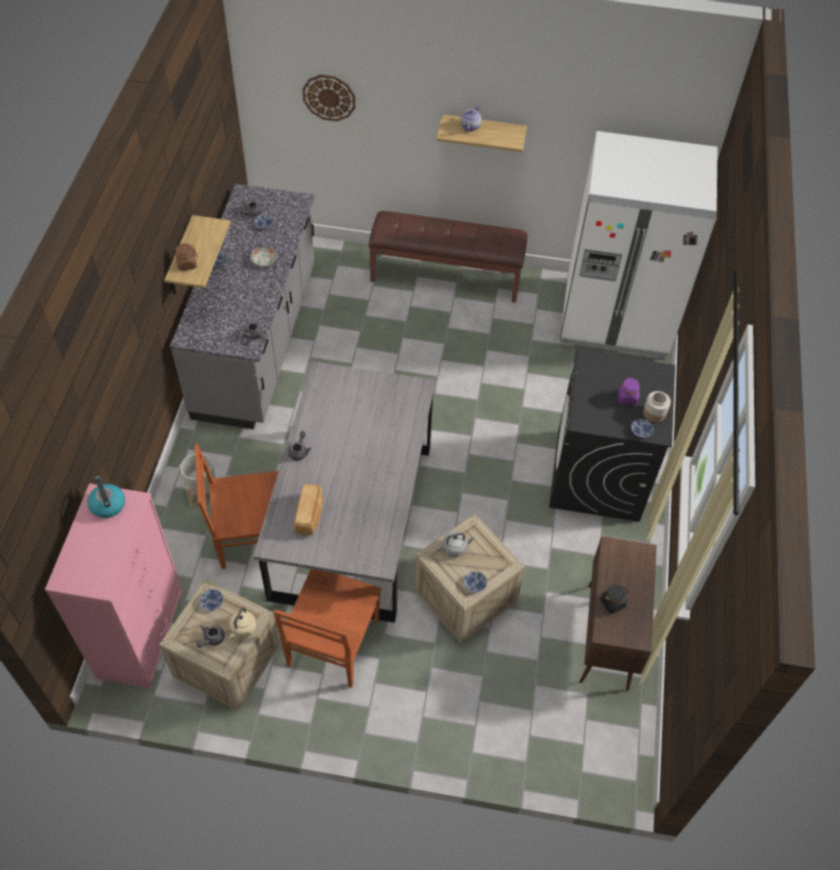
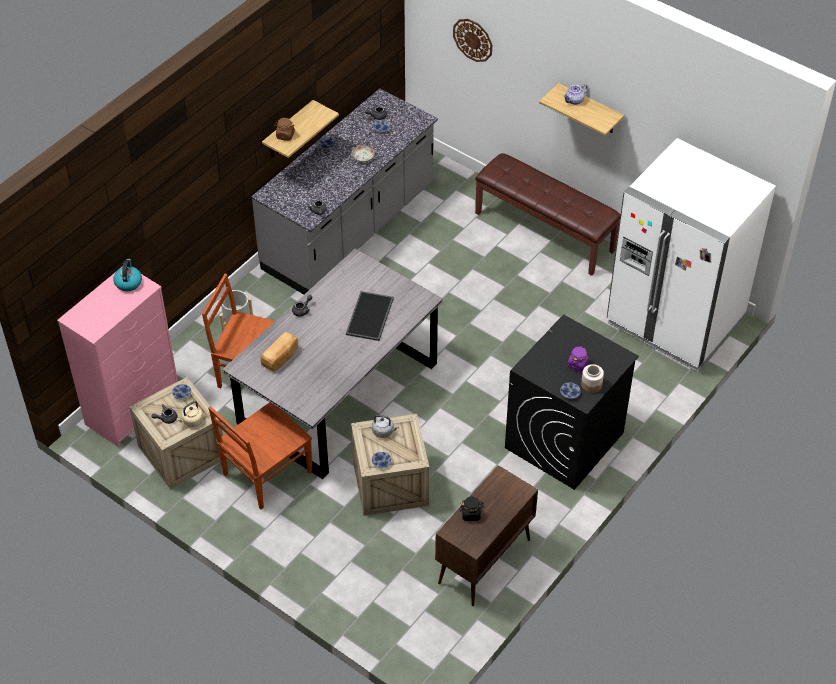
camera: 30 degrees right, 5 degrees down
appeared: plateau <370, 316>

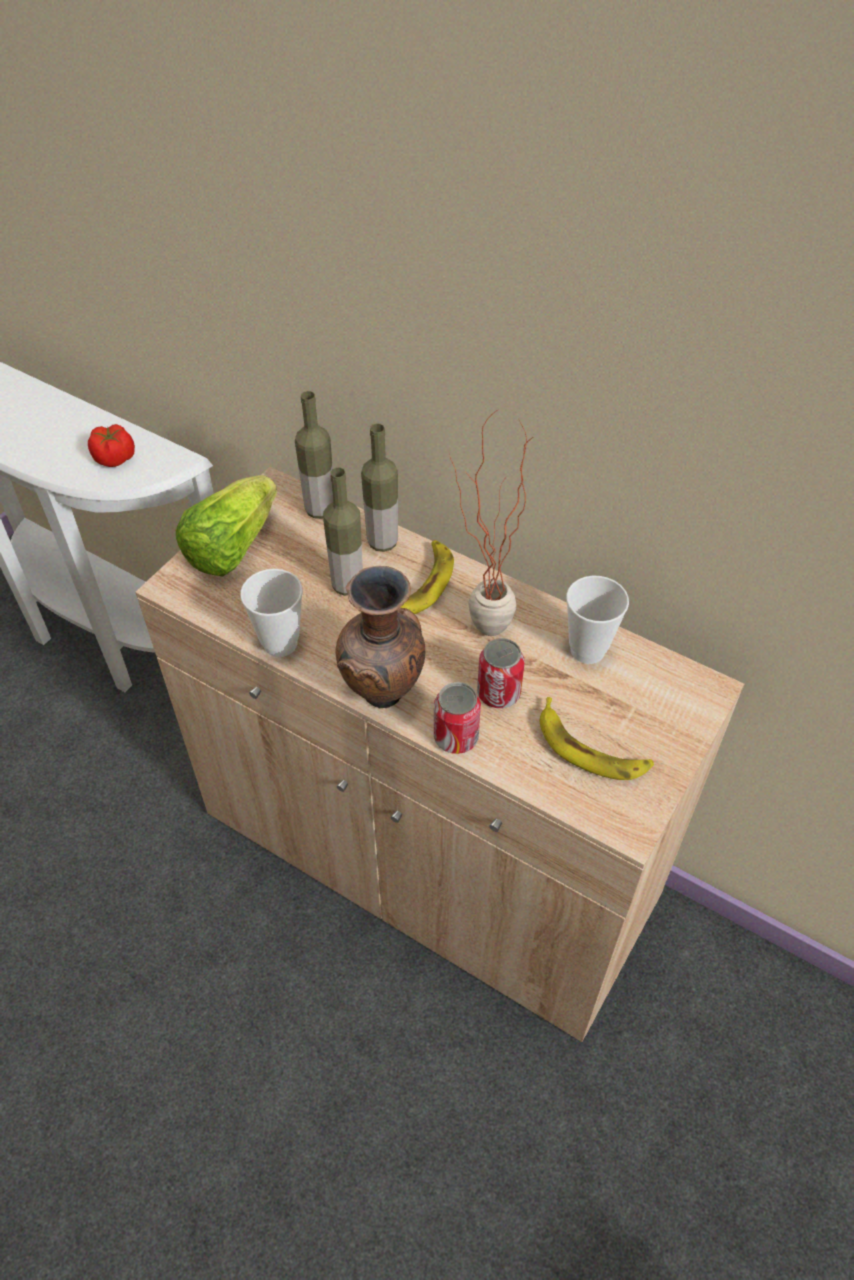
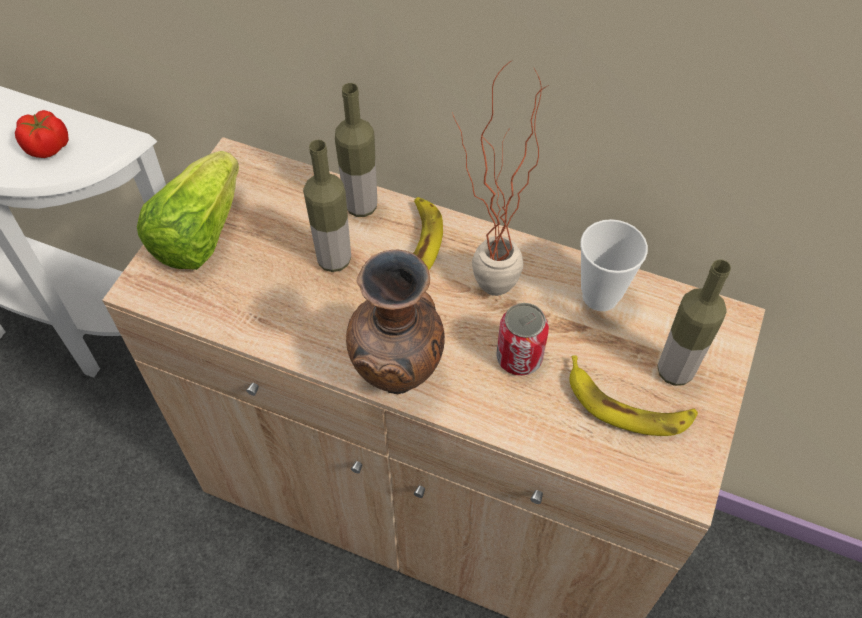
camera: 10 degrees left, 5 degrees up
missing: tasse <271, 613>; boîte métallique <457, 718>
relocated: bouteille <314, 455> to <694, 322>

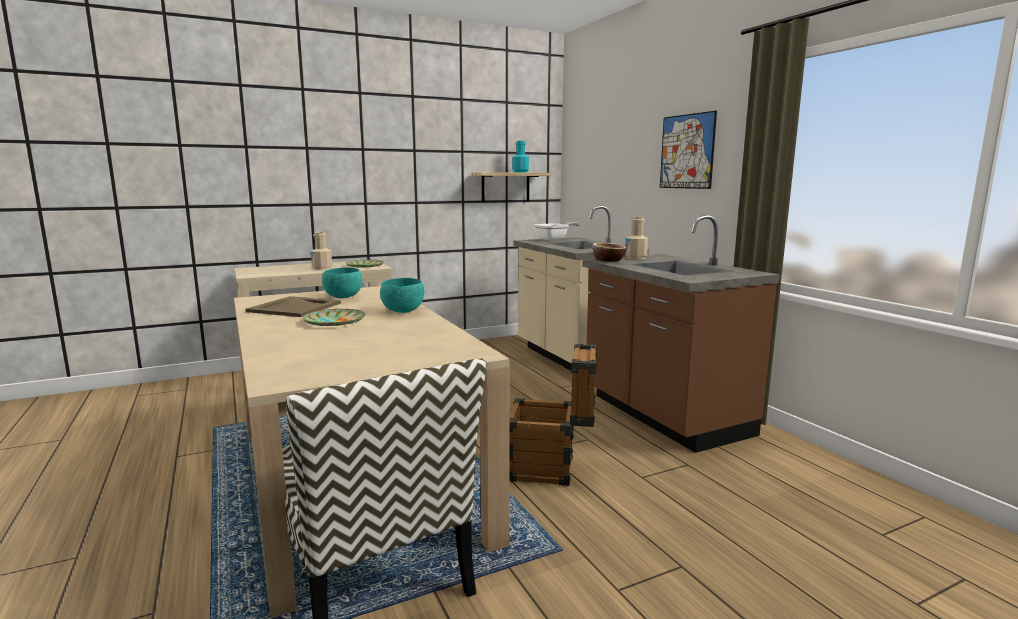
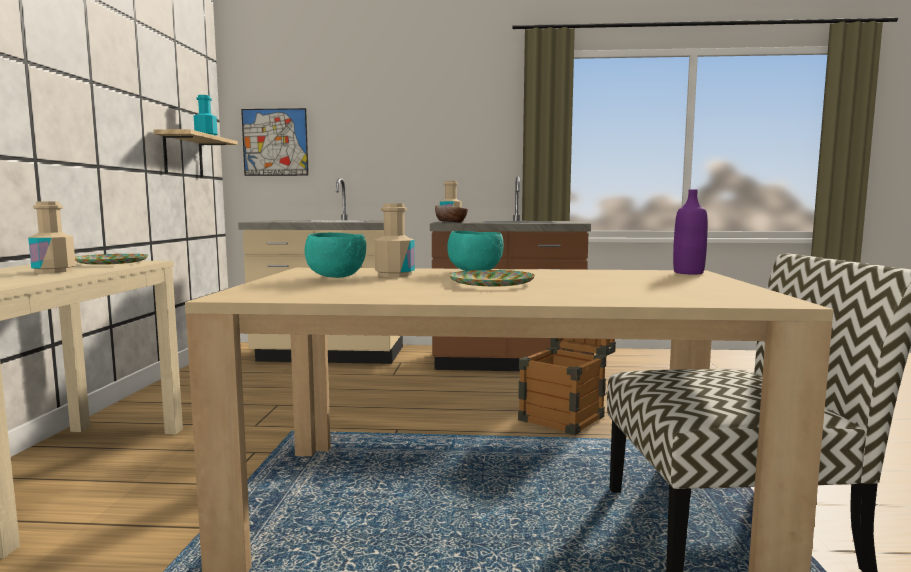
camera: 60 degrees left, 5 degrees down
missing: plateau/beige <293, 306>; poêle <557, 231>
appeared: bouteille/beige <395, 240>; bouteille/violet <690, 231>
relocated: tableau <688, 150> to <275, 142>

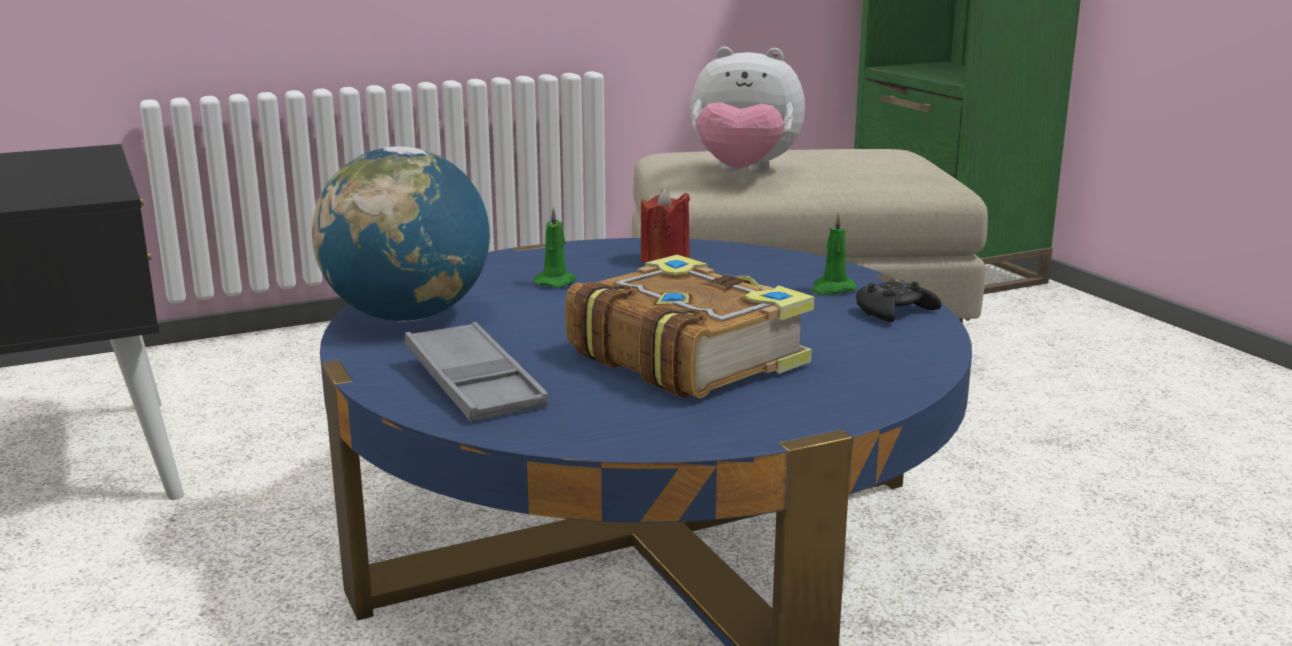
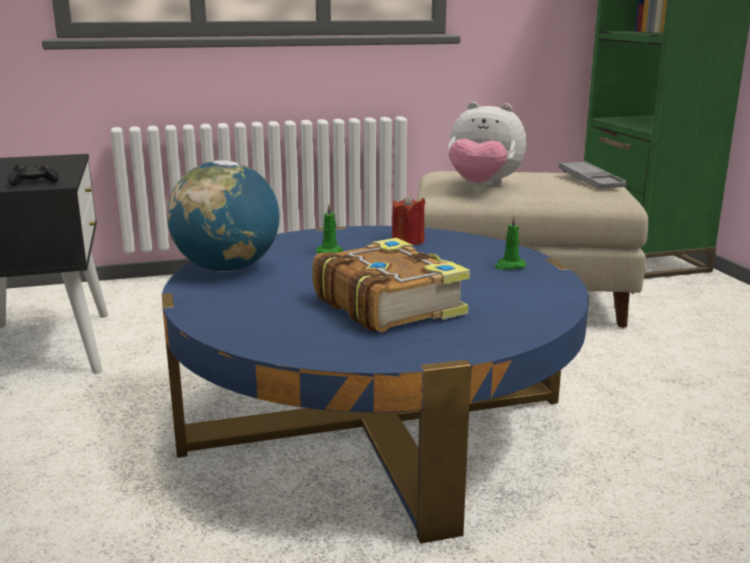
camera: 10 degrees right, 0 degrees up
relocated: plateau/gris <476, 371> to <592, 175>; manette/noir <899, 300> to <33, 175>

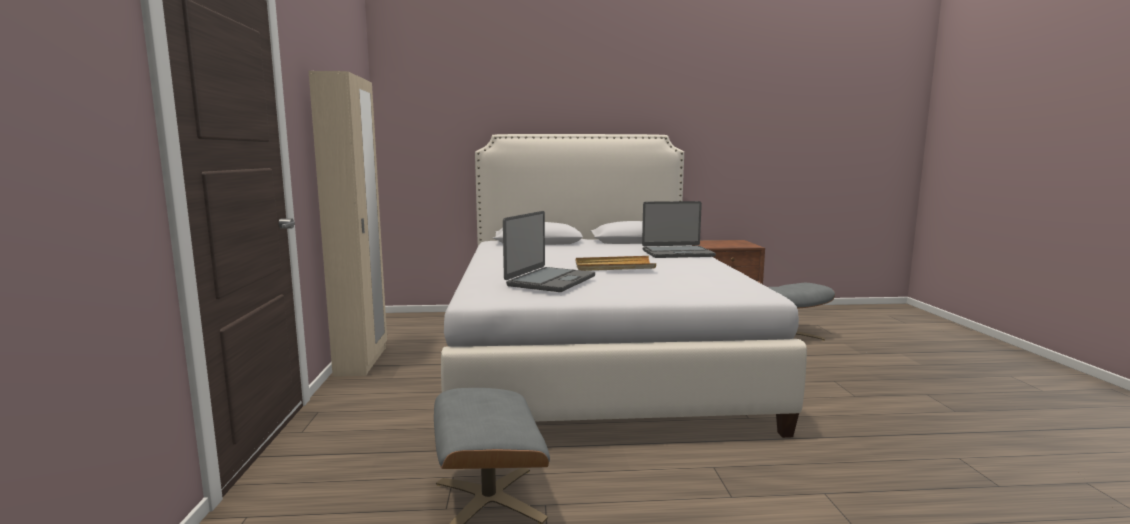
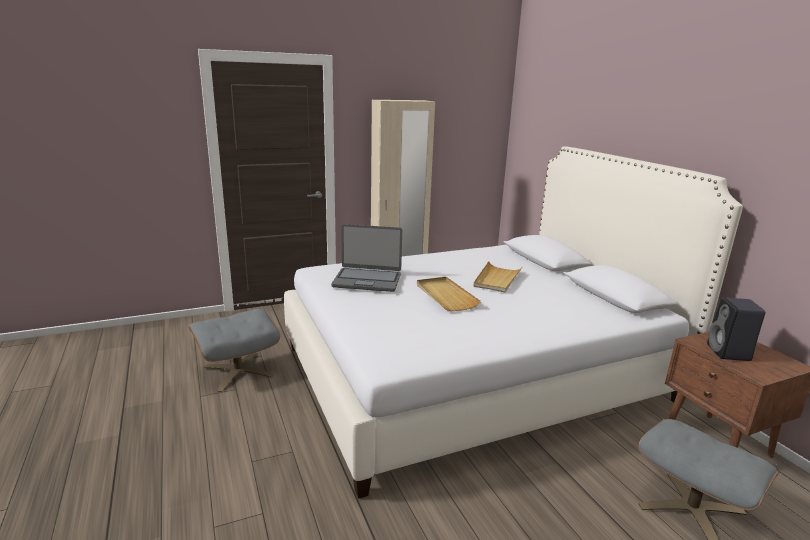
camera: 70 degrees right, 10 degrees up
missing: ordinateur portable <679, 229>
appeared: plateau/beige <498, 277>; enceinte/noir <736, 329>

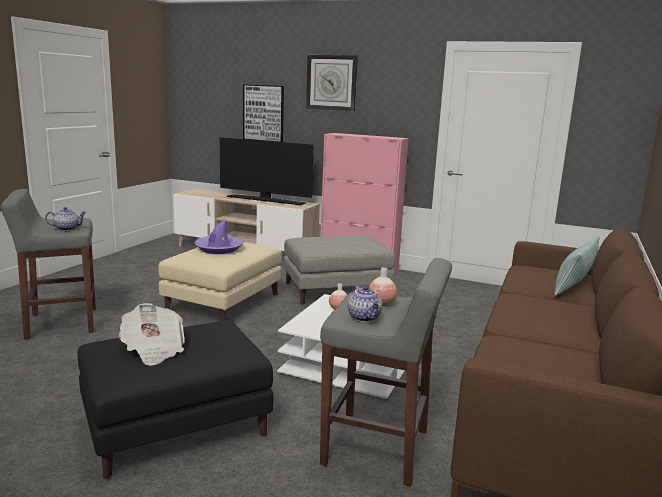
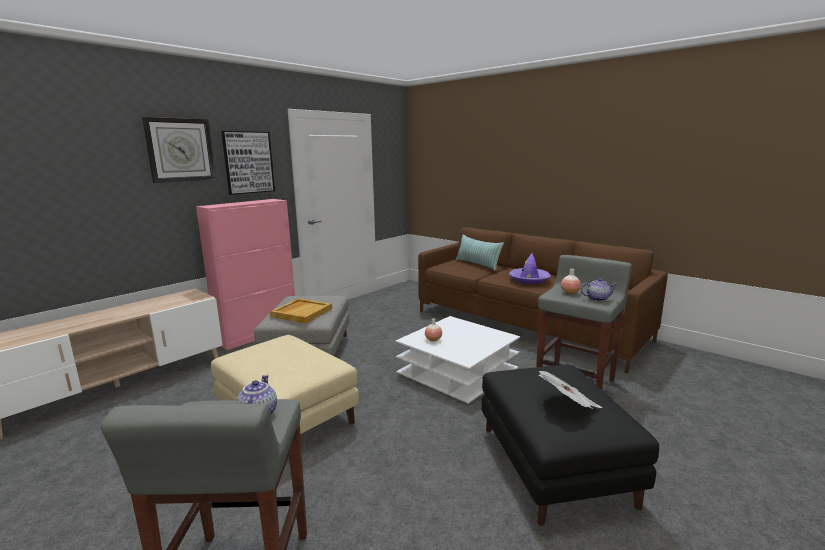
camera: 70 degrees left, 0 degrees up
missing: téléviseur <267, 171>
appeared: plateau/beige <301, 311>
relocated: chapeau/violet <218, 236> to <530, 268>; tableau <263, 113> to <248, 163>

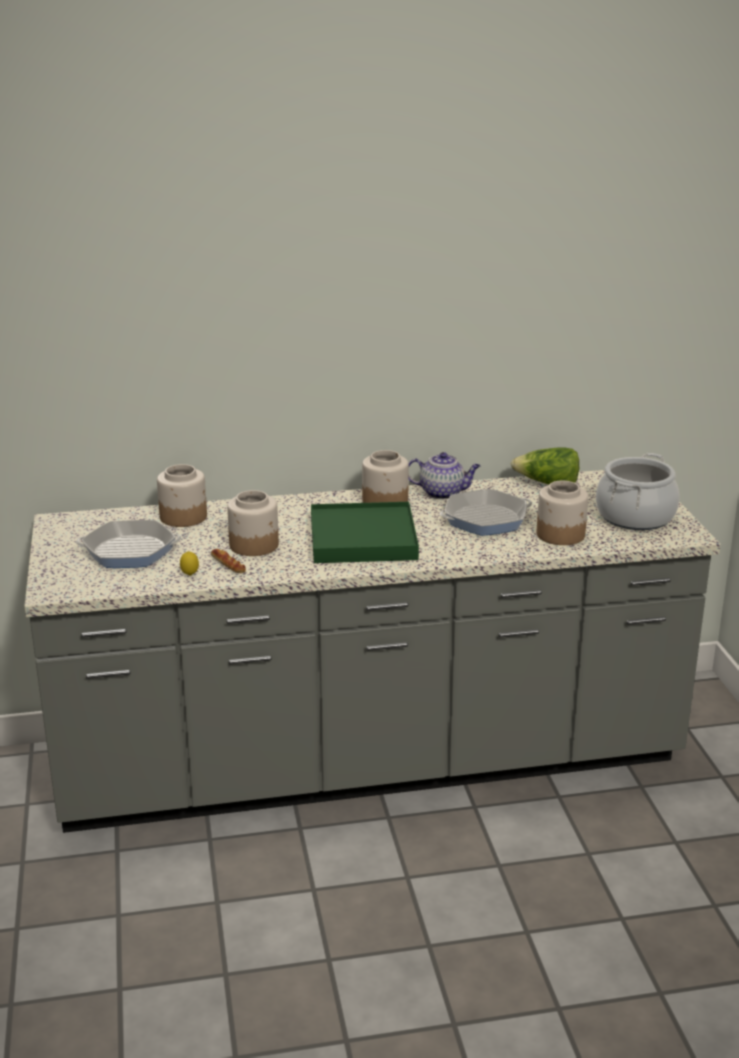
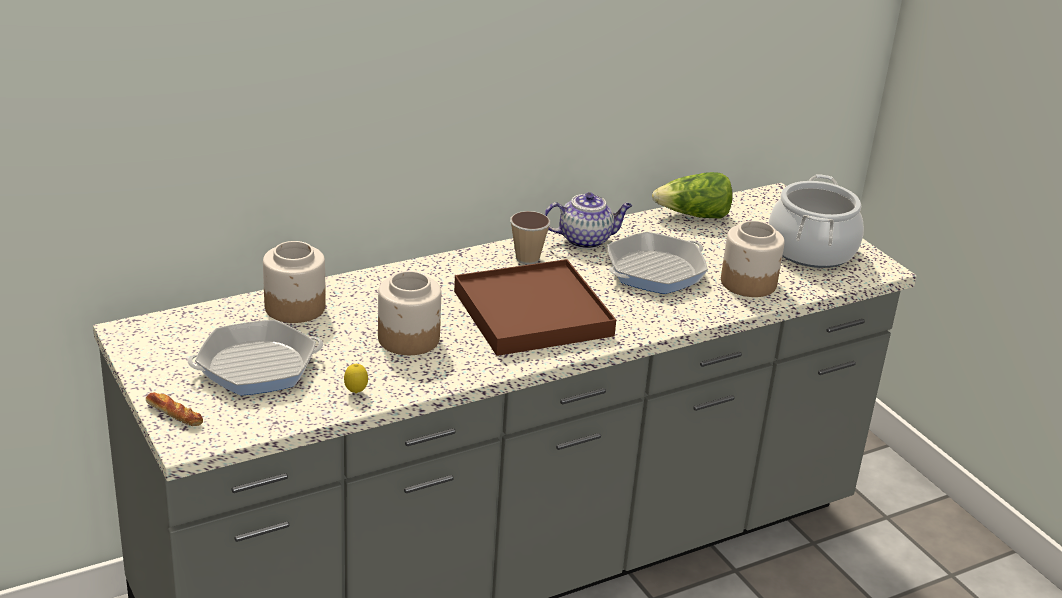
camera: 20 degrees left, 5 degrees up
relocated: pain <228, 561> to <174, 409>
exchanged: bocal <385, 476> to tasse <530, 237>
colour: plateau/vert <365, 532> to plateau/marron <535, 307>

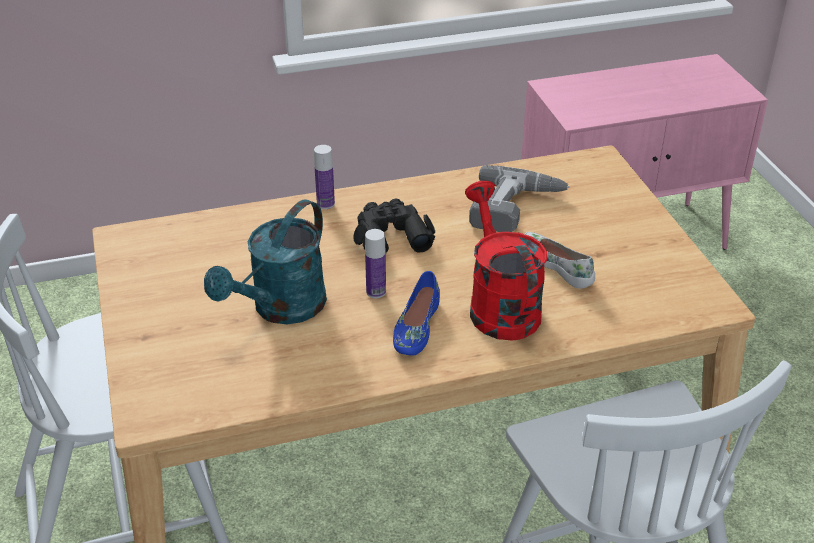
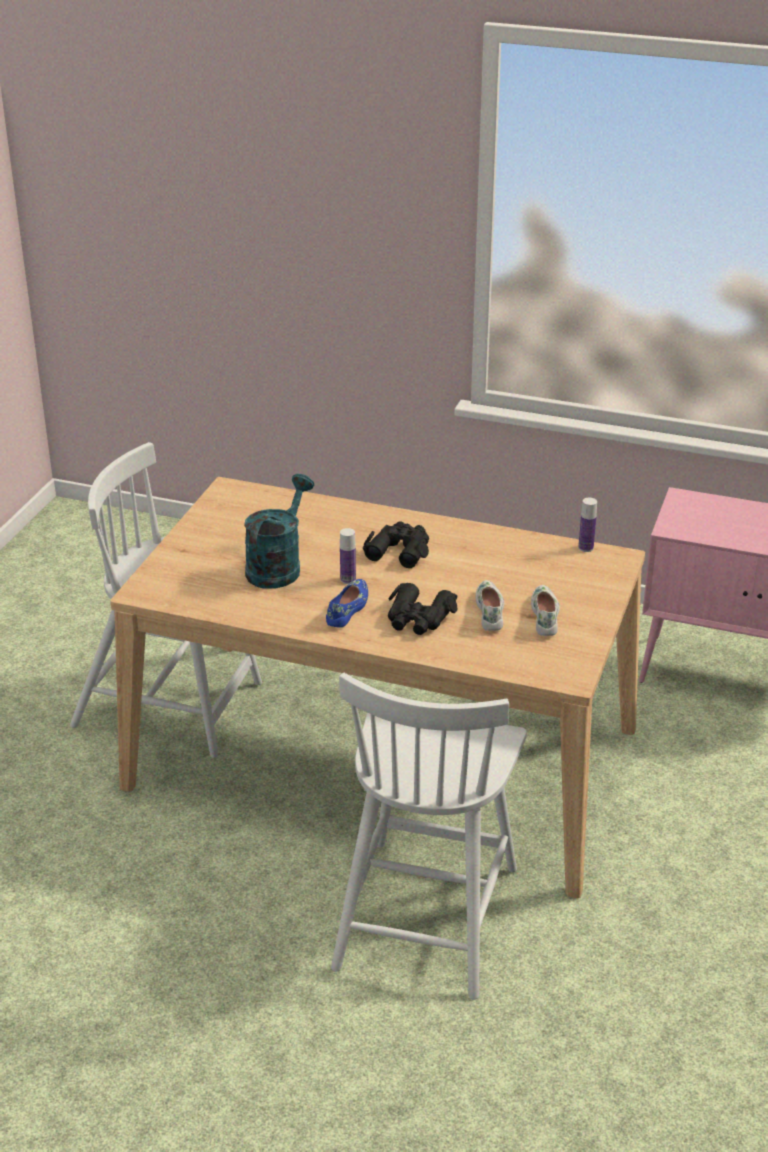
camera: 35 degrees right, 5 degrees down
missing: perceuse <519, 198>
appeared: chaussure/blanc <545, 610>
relocated: bouteille <324, 177> to <588, 525>
exchanged: arrosoir/rouge <506, 261> to jumelles/noir <423, 609>
spun: arrosoir/turquoise <265, 261> = <279, 531> 135 degrees clockwise; chaussure/bleu <416, 313> = <347, 603> 150 degrees clockwise

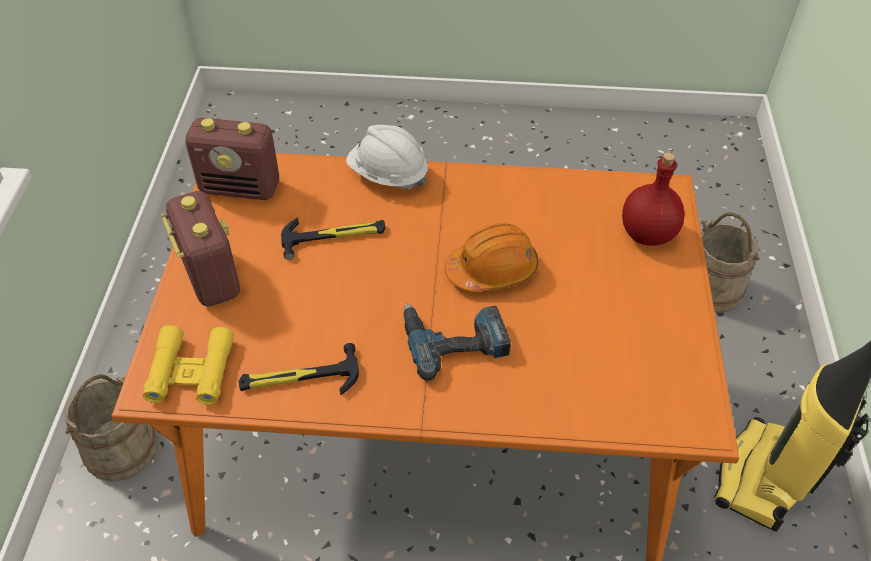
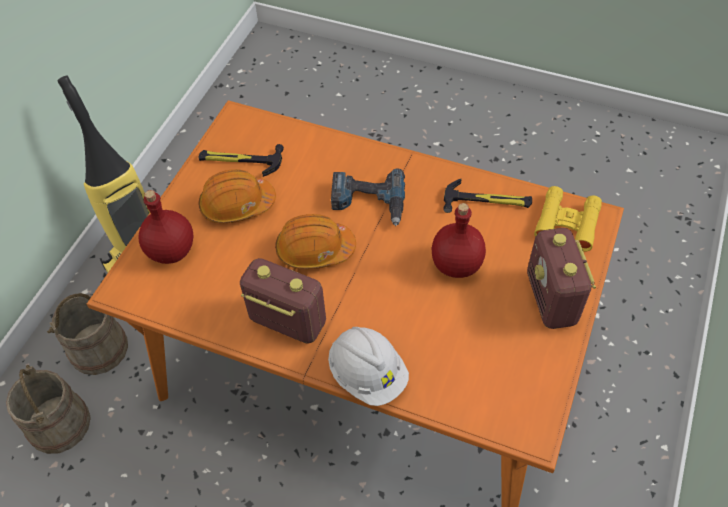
camera: 160 degrees left, 5 degrees up
appeared: casque de chantier/orange <237, 196>; bouteille/rouge <459, 240>
relocated: seau/beige <111, 428> to <87, 334>; radio <232, 159> to <283, 301>; marteau <333, 238> to <241, 160>

